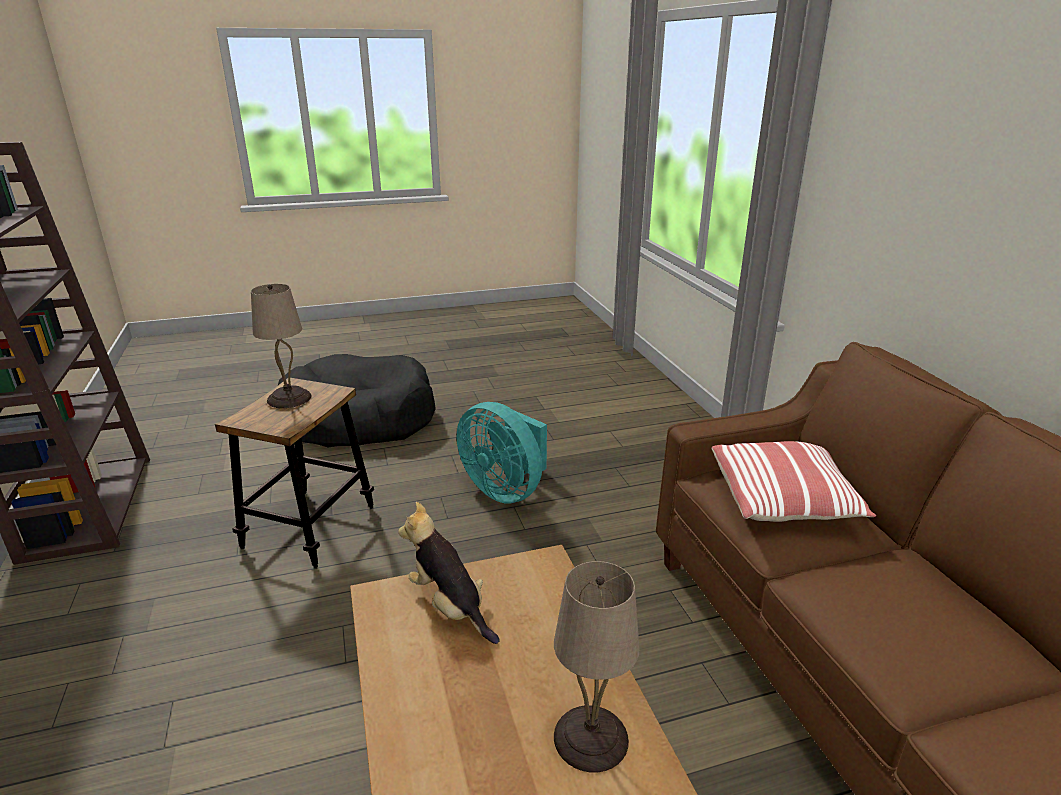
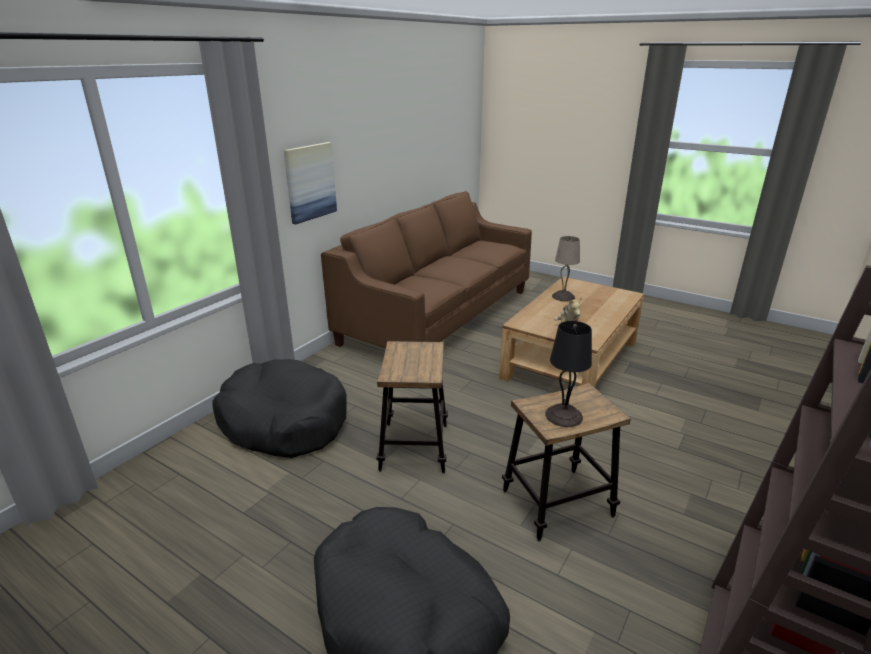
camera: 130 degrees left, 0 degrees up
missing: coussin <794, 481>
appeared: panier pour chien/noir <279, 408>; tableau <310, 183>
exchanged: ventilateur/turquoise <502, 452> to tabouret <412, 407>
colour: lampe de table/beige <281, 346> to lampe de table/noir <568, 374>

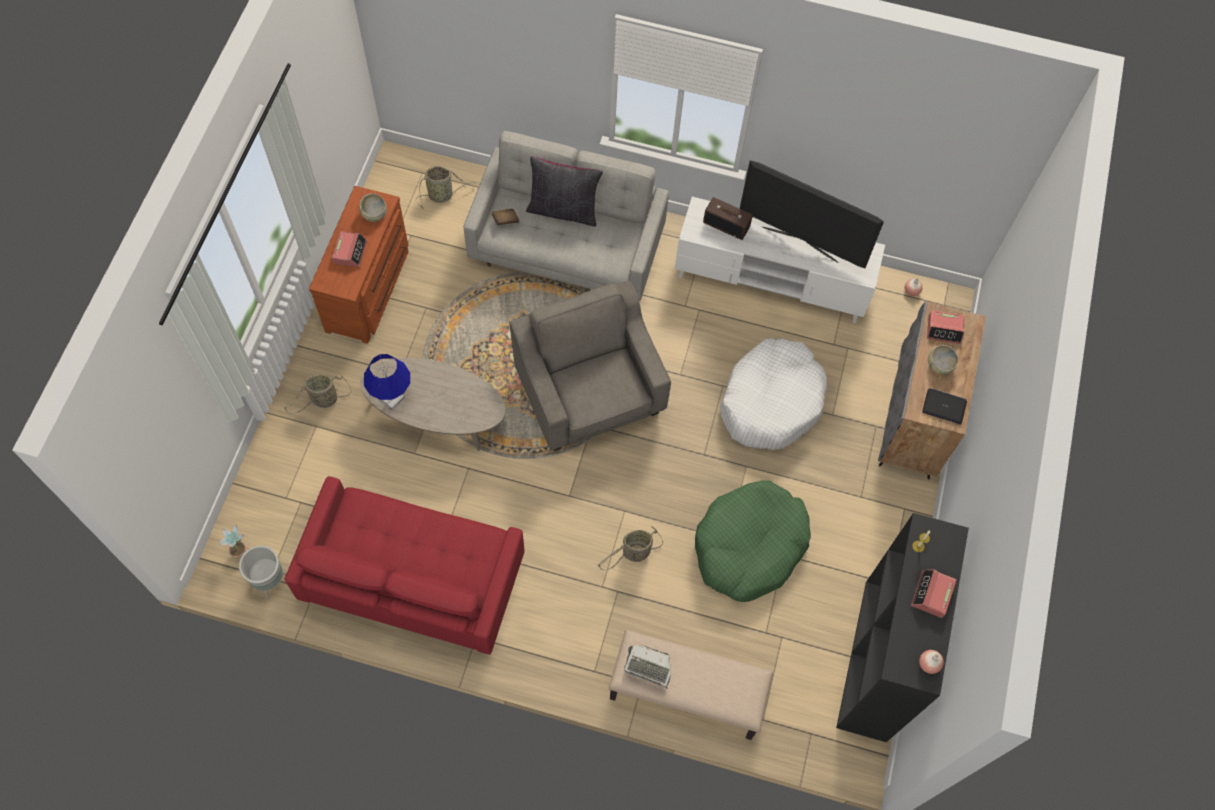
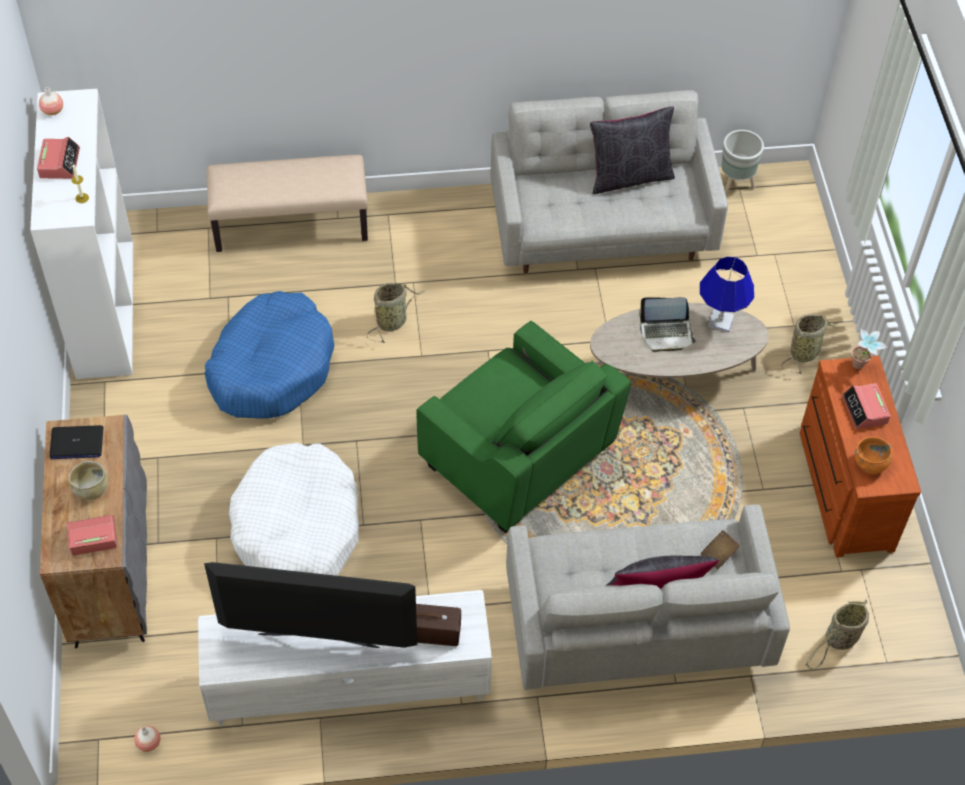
camera: 160 degrees right, 10 degrees down
appeared: coussin/noir <632, 150>
relocated: plante en pot <232, 541> to <869, 348>; ordinateur portable <647, 667> to <667, 324>
colour: canapé/rouge <405, 565> to canapé/gris <609, 181>; bol/beige <373, 207> to bol/orange <873, 455>; fauteuil/gris <590, 366> to fauteuil/vert <523, 427>; panier pour chien/vert <753, 541> to panier pour chien/bleu <269, 355>; bibliothèque/noir <902, 627> to bibliothèque/blanc <81, 234>

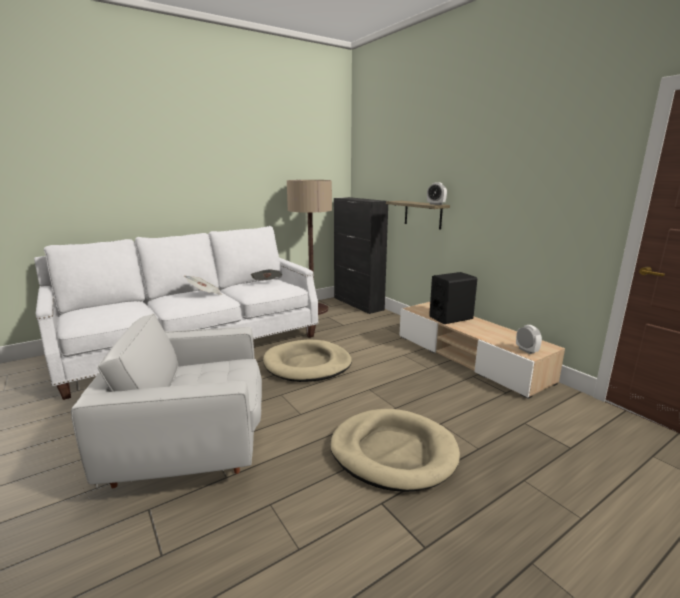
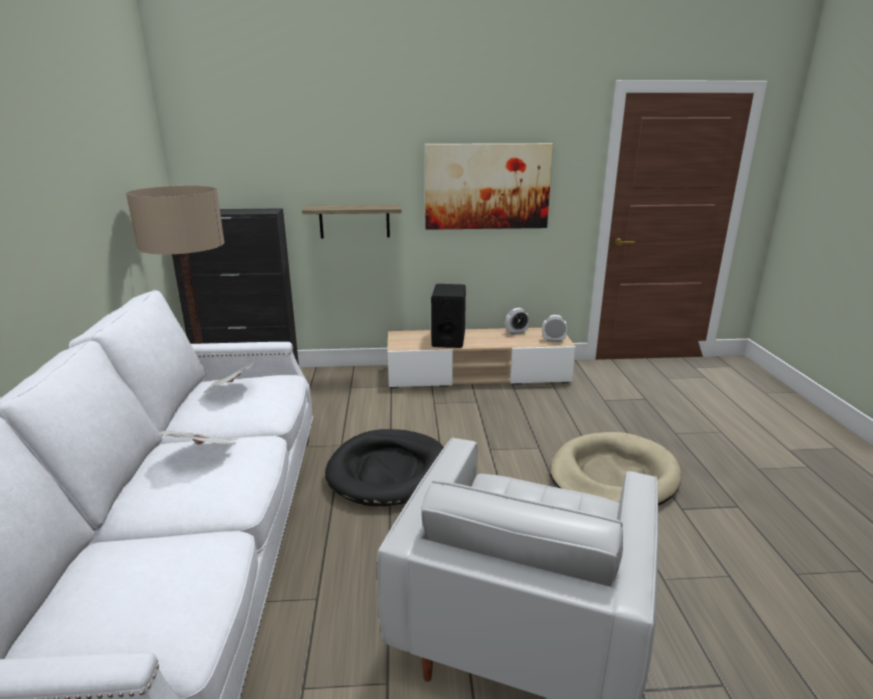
camera: 60 degrees left, 5 degrees up
appeared: tableau <489, 186>
relocated: réveil <437, 193> to <517, 321>
colour: panier pour chien/beige <307, 360> to panier pour chien/noir <384, 467>

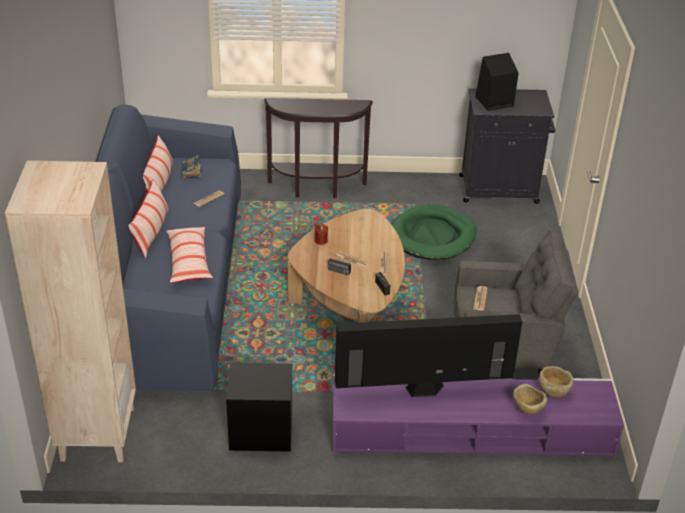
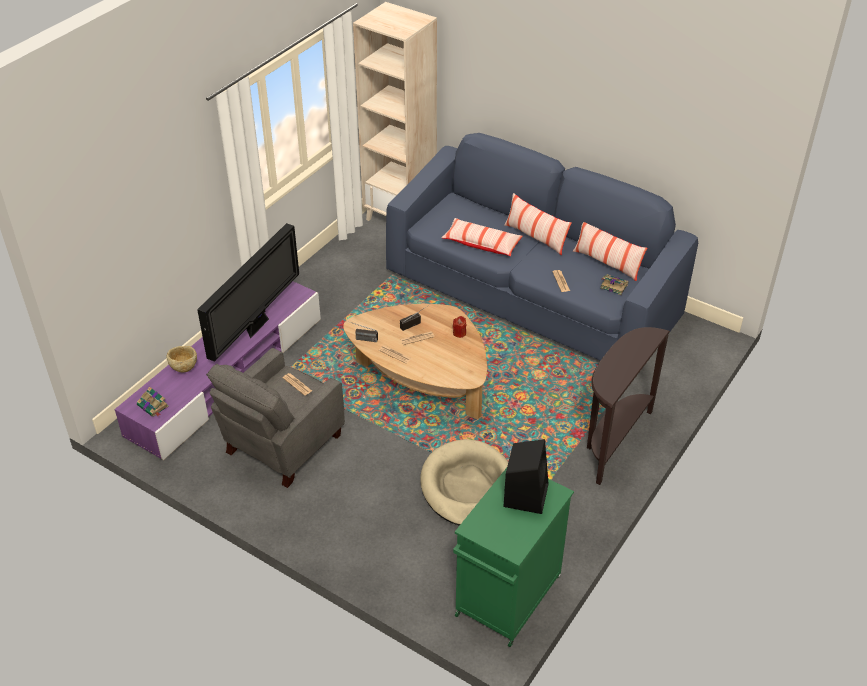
camera: 125 degrees right, 5 degrees up
missing: table de chevet/noir <259, 407>; bol/beige <556, 382>
appeared: livre <153, 402>
colour: panier pour chien/vert <434, 232> to panier pour chien/beige <464, 482>; meuble de rangement/noir <507, 146> to meuble de rangement/vert <513, 557>

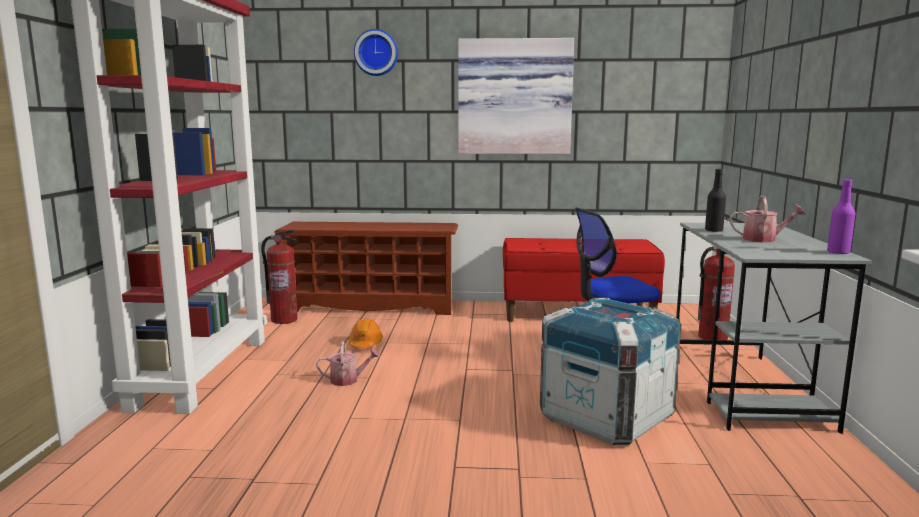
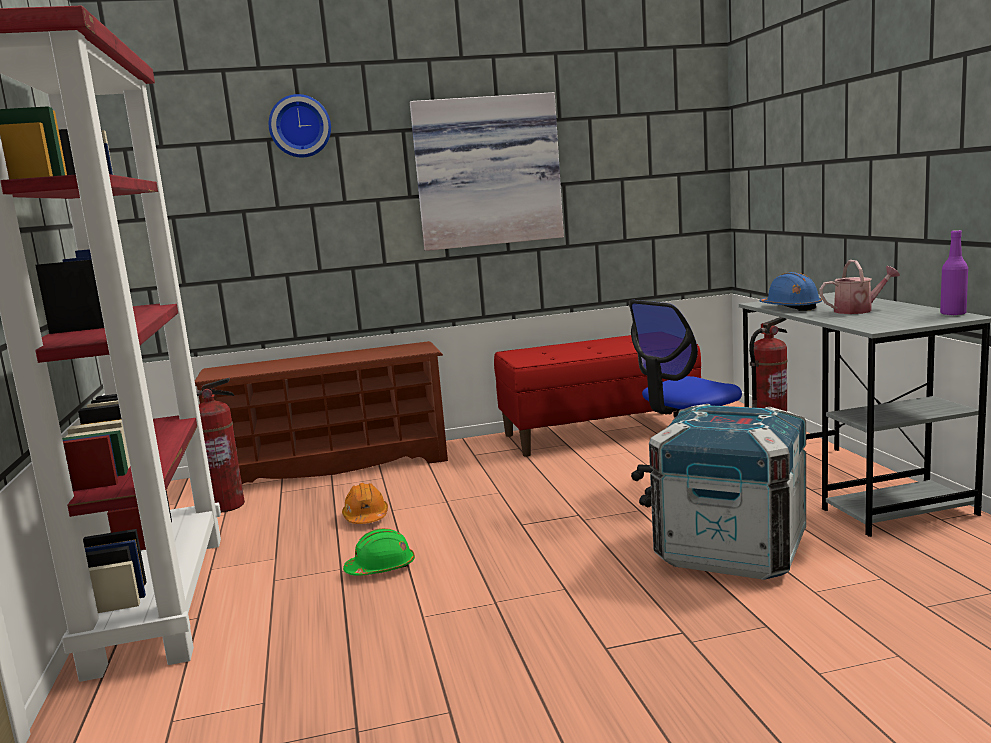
camera: 15 degrees left, 0 degrees up
exchanged: arrosoir <348, 363> to casque de chantier/vert <379, 552>; bouteille/noir <715, 200> to casque de chantier/bleu <791, 291>

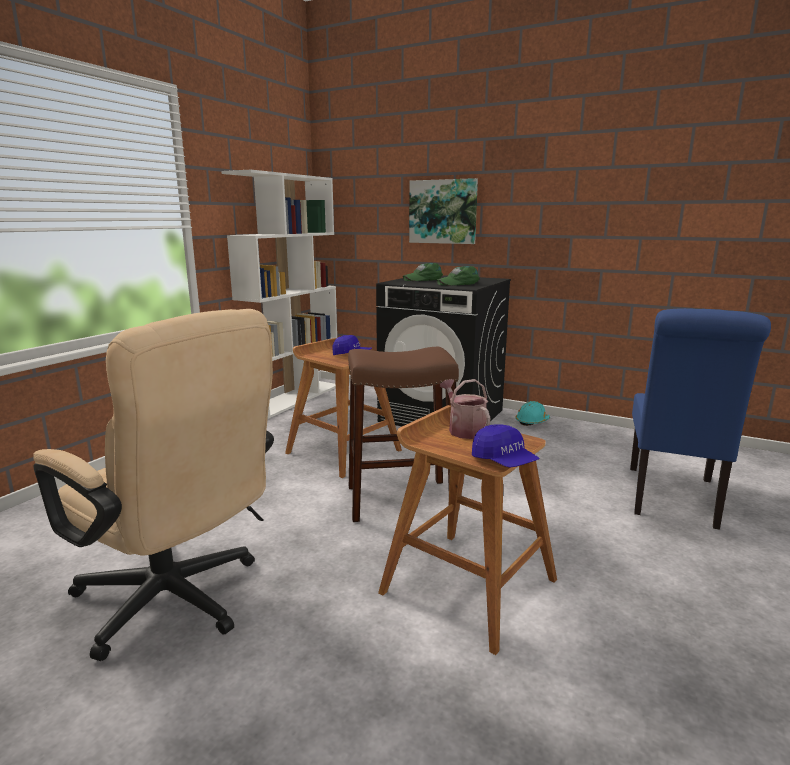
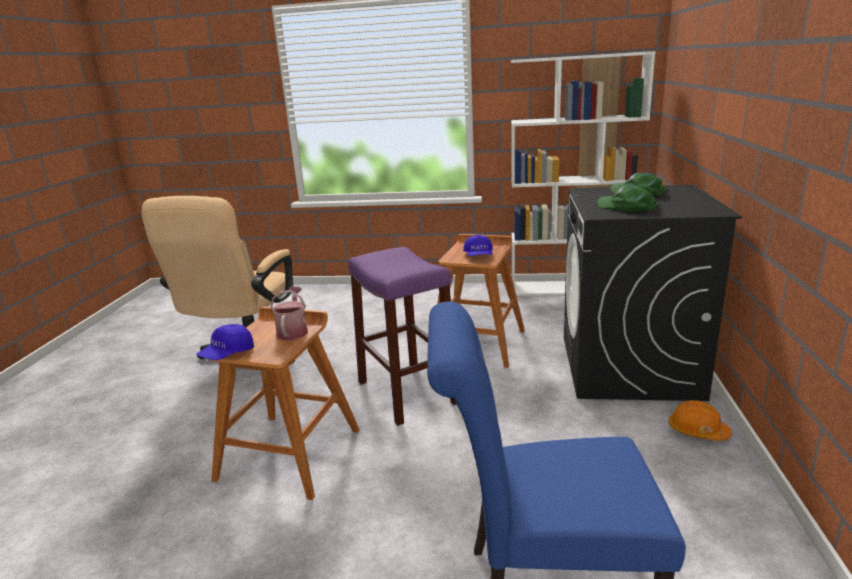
camera: 70 degrees right, 5 degrees up
missing: tableau <443, 211>
colour: tabouret/marron <403, 434> to tabouret/violet <402, 336>; casque de chantier/turquoise <532, 413> to casque de chantier/orange <700, 420>
spun: arrosoir <465, 409> = <289, 313> 45 degrees counterclockwise

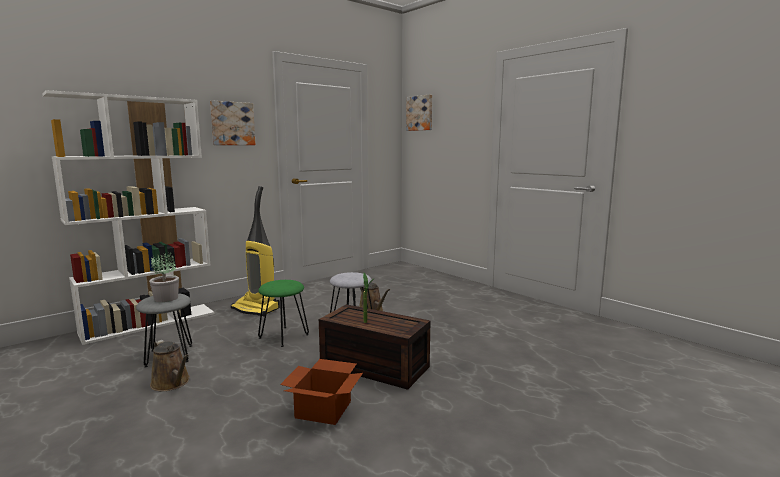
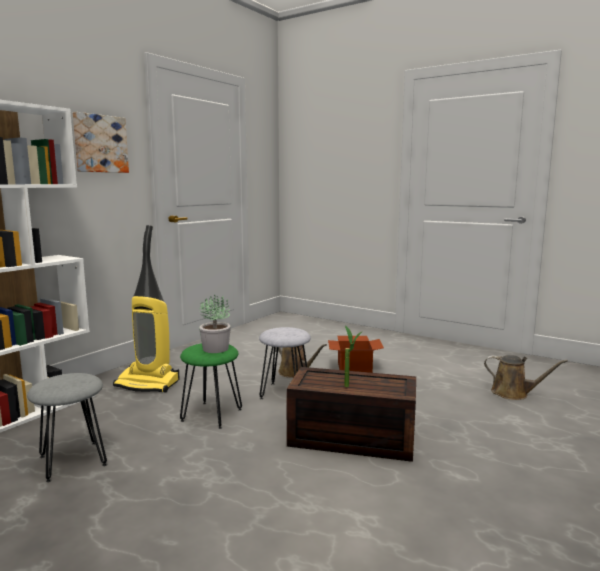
camera: 15 degrees left, 0 degrees up
missing: tableau <419, 112>
relocated: plante en pot <164, 277> to <215, 324>; arrosoir/marron <170, 365> to <526, 377>; carton <321, 392> to <356, 354>

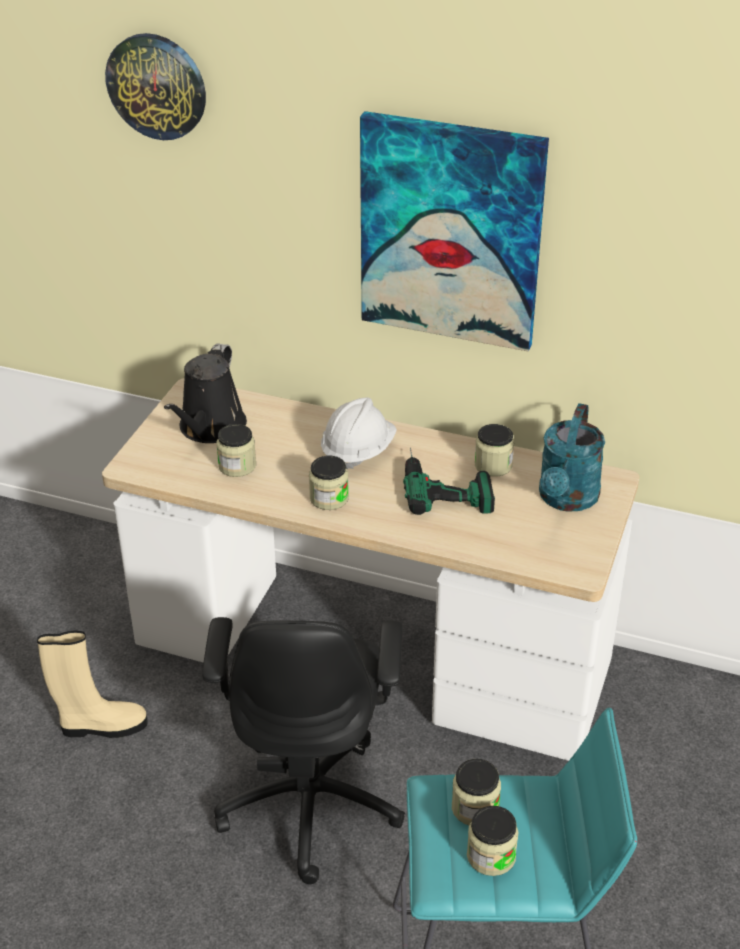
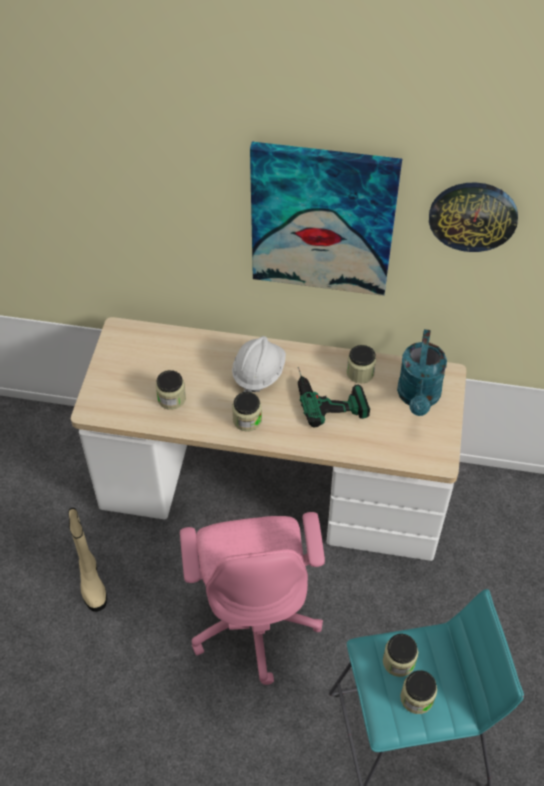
camera: 10 degrees left, 15 degrees up
missing: arrosoir/noir <205, 393>
relocated: horloge murale <155, 86> to <473, 217>
colour: chaise de bureau/noir <303, 750> to chaise de bureau/rose <252, 598>
spun: botte/beige <92, 684> = <87, 560> 90 degrees clockwise

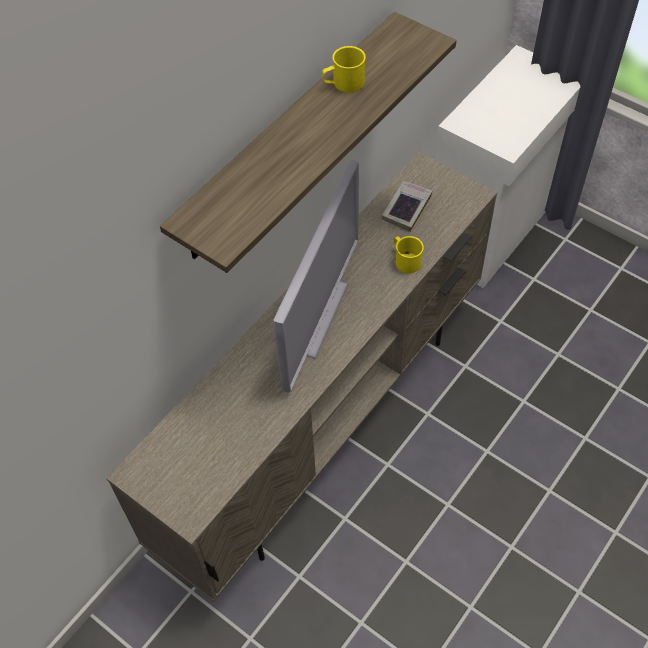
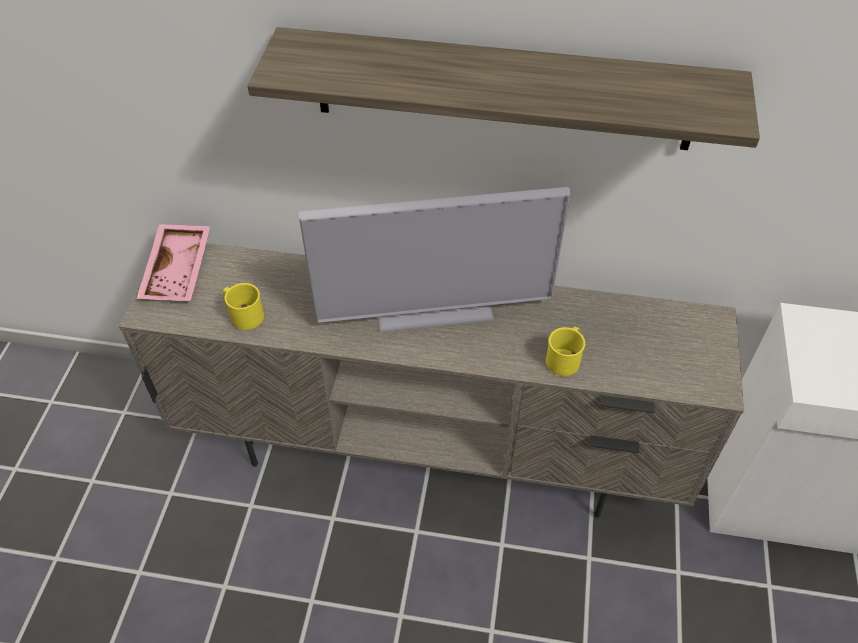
camera: 60 degrees right, 5 degrees down
missing: livre <406, 206>
appeared: plateau/rose <173, 262>
relocated: mug/jaune <344, 69> to <243, 306>

